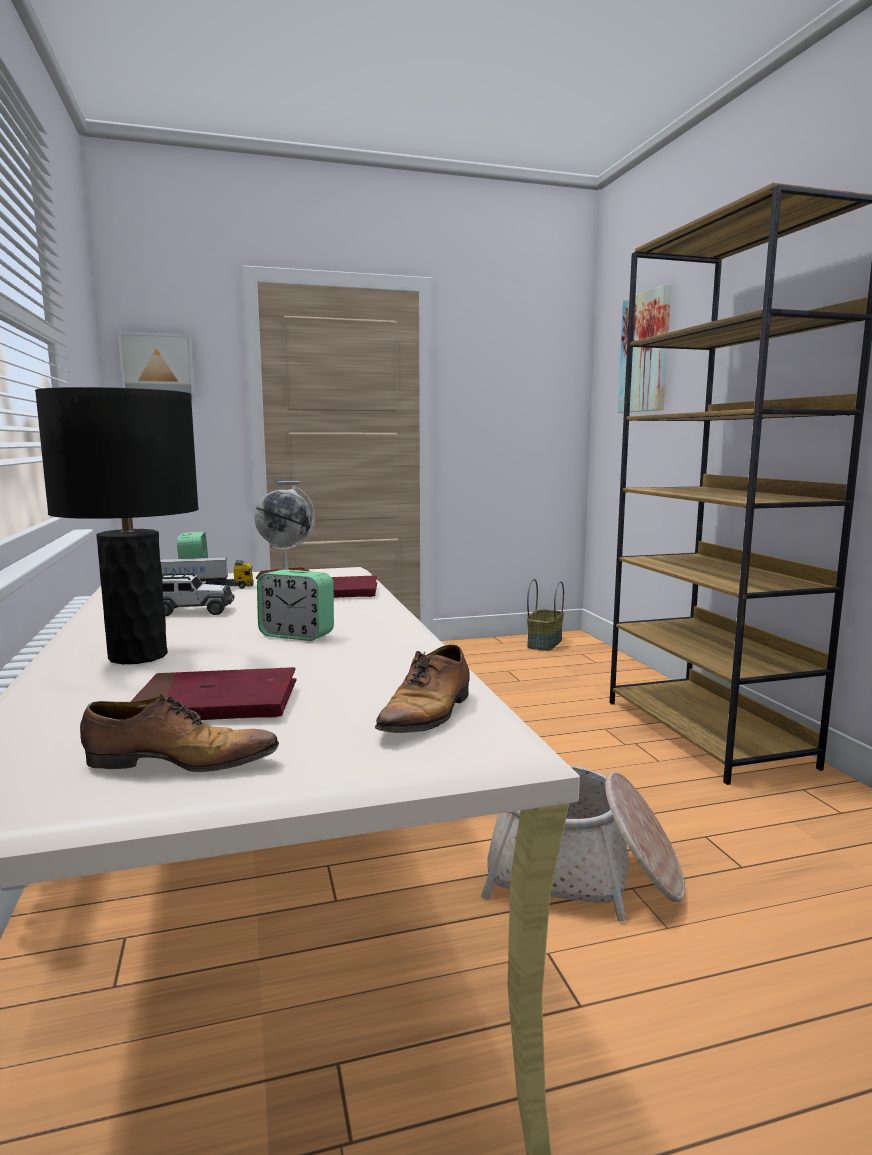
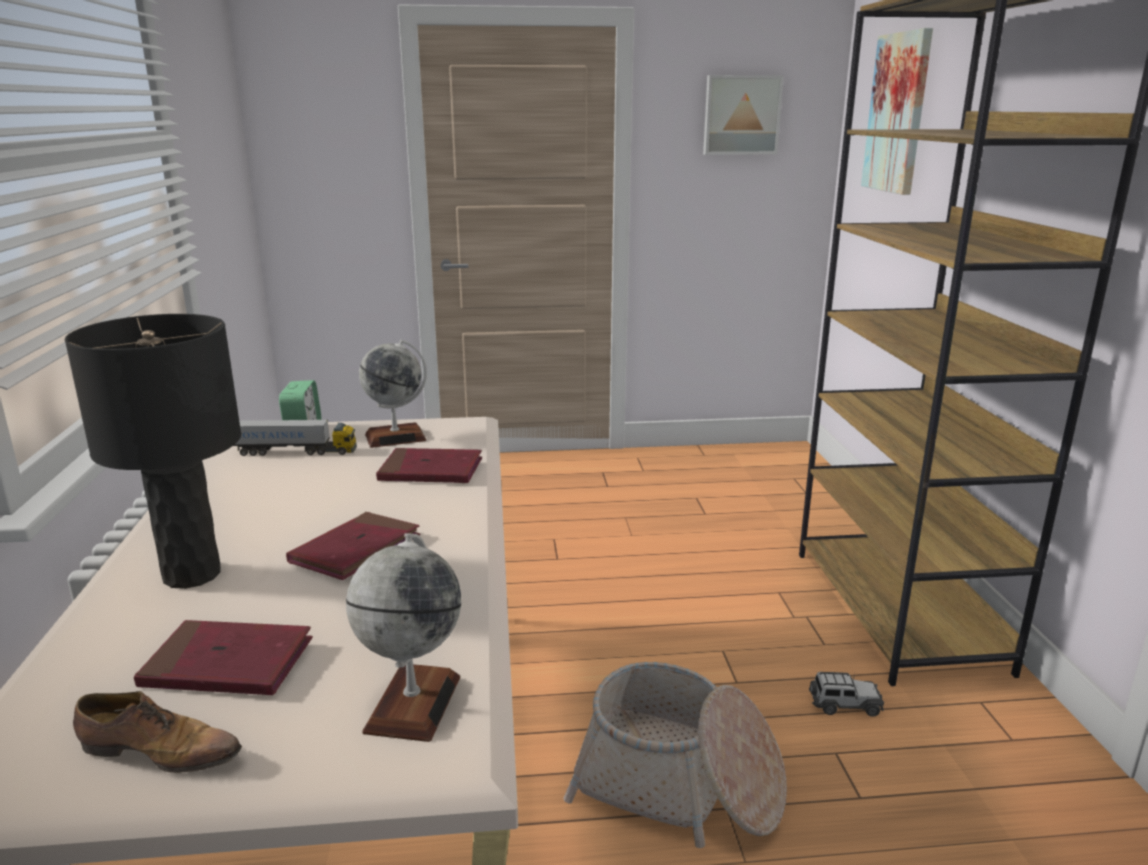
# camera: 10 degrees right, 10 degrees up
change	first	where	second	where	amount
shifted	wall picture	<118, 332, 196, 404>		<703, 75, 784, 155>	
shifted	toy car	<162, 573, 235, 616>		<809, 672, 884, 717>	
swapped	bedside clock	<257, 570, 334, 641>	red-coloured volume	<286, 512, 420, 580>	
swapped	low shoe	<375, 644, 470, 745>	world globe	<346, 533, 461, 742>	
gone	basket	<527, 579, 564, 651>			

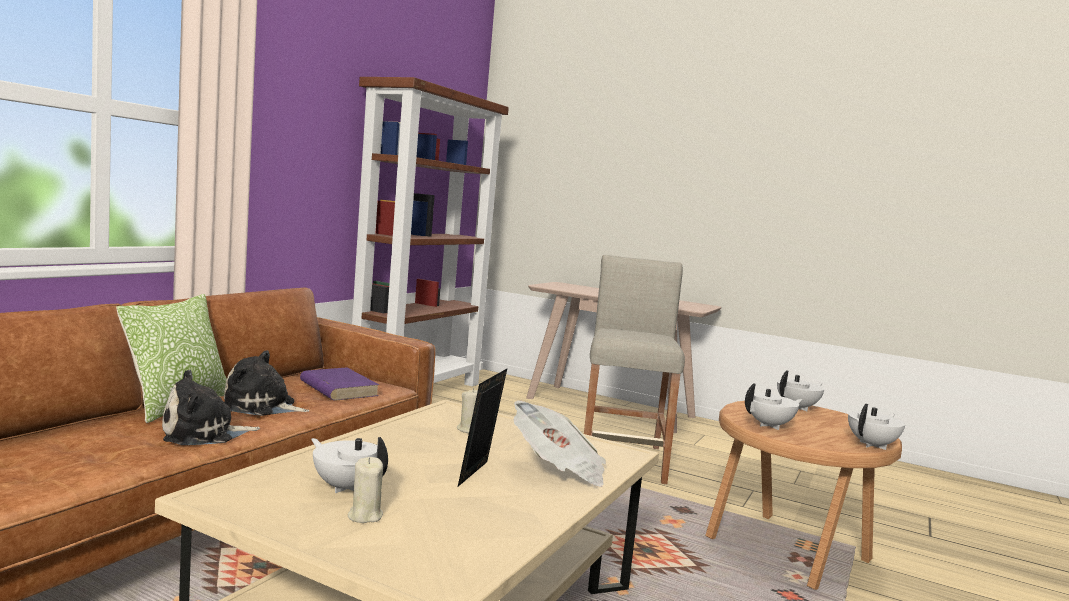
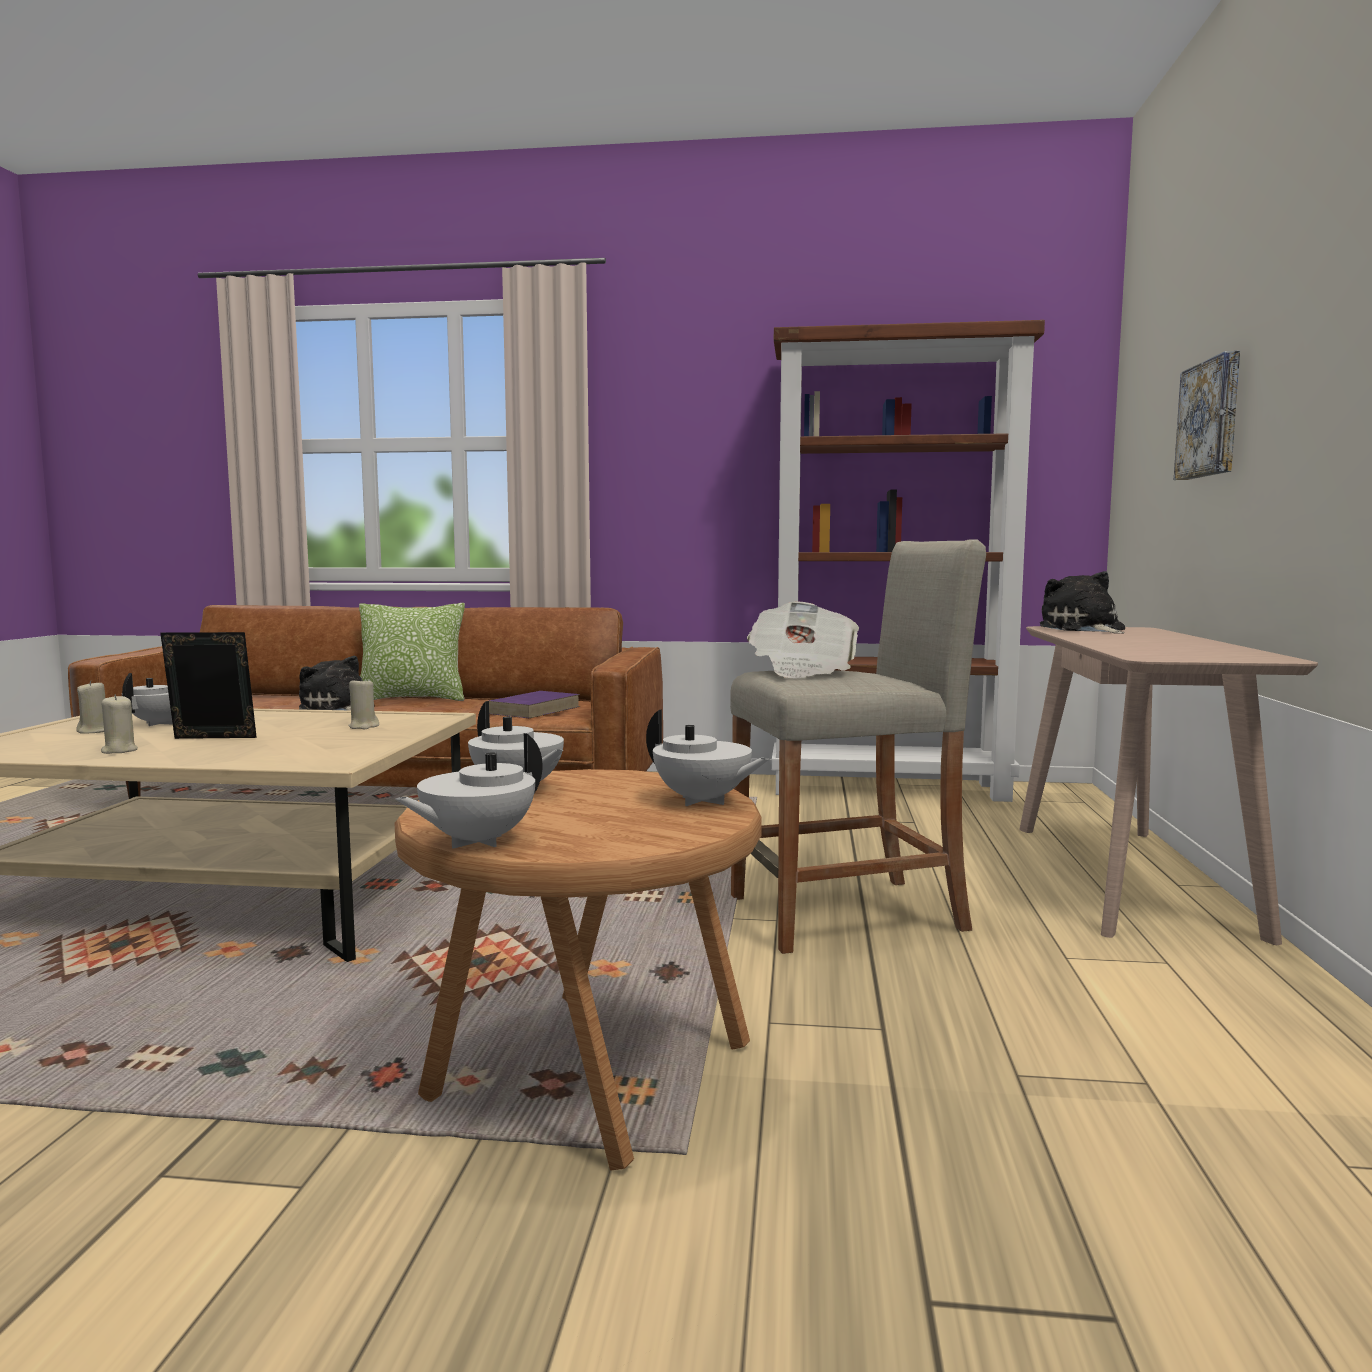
# camera: 70 degrees right, 0 degrees up
change	first	where	second	where	amount
shifted	soft toy	<224, 350, 310, 416>		<1040, 571, 1125, 634>	
shifted	daily paper	<513, 400, 606, 487>		<747, 601, 859, 678>	
rotated	white tea pot	<848, 404, 905, 450>		<395, 733, 543, 849>	105 degrees clockwise
new			beige-coloured wax light	<101, 694, 138, 754>	
new			wall picture	<1174, 351, 1240, 480>	

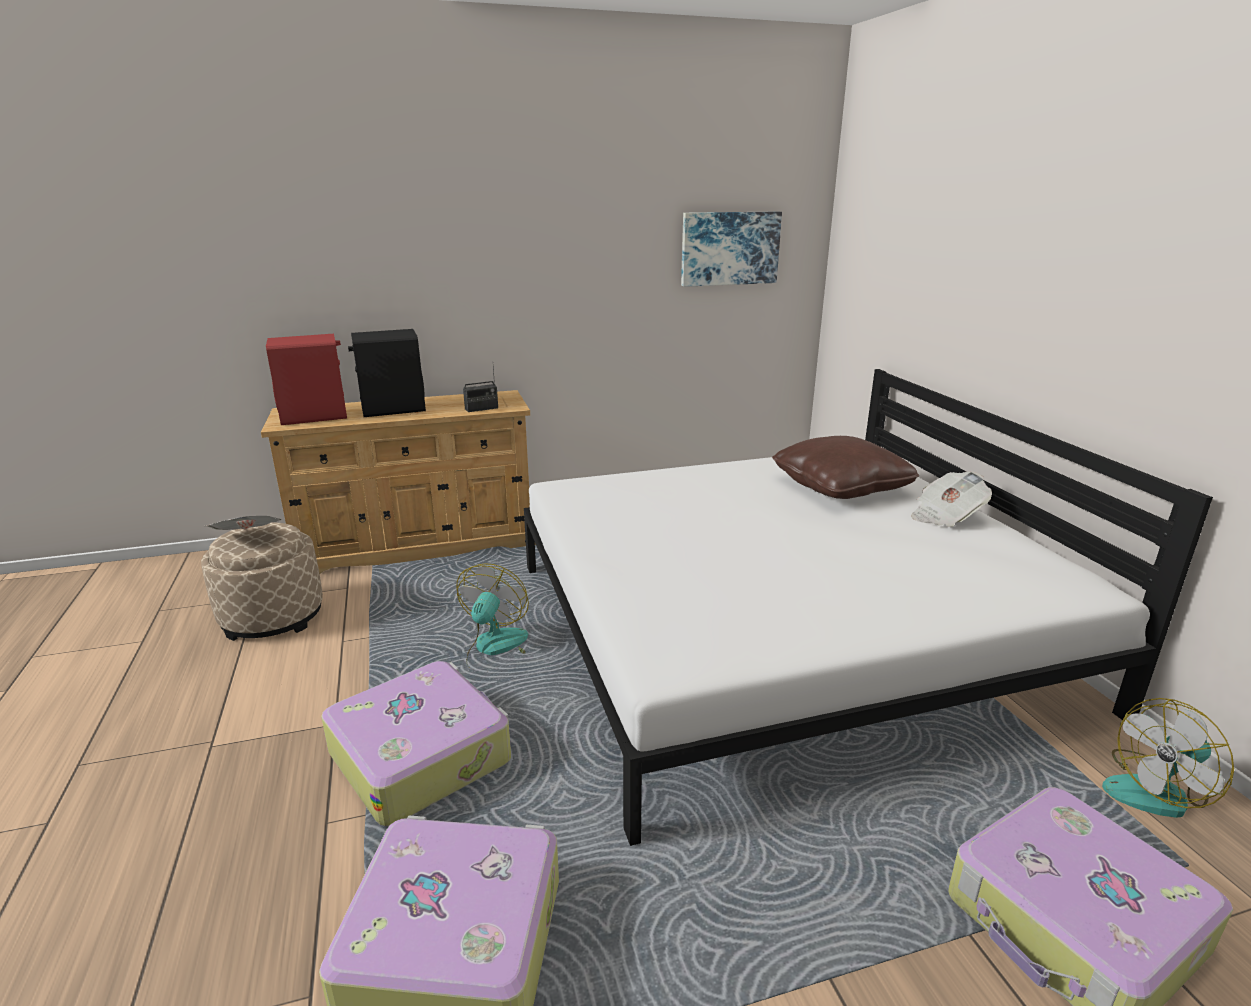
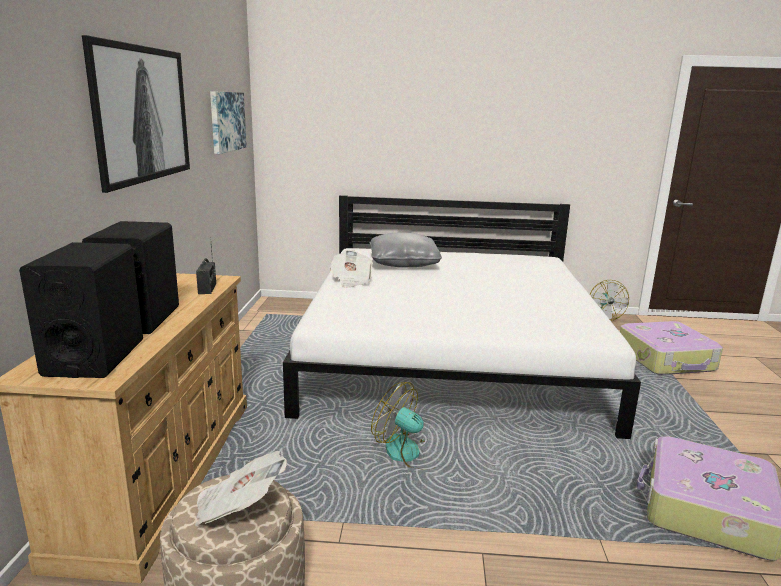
# camera: 70 degrees left, 5 degrees down
change	first	where	second	where	amount
repainted	red-coloured audio speaker	<266, 334, 347, 425>	black-coloured audio speaker	<19, 242, 143, 378>	
gone	piece of luggage	<321, 661, 511, 826>			
repainted	brown throw pillow	<772, 436, 919, 499>	greyish throw pillow	<370, 232, 442, 268>	
shifted	daily paper	<911, 472, 992, 527>		<330, 250, 373, 288>	
new			wall picture	<82, 35, 190, 193>	

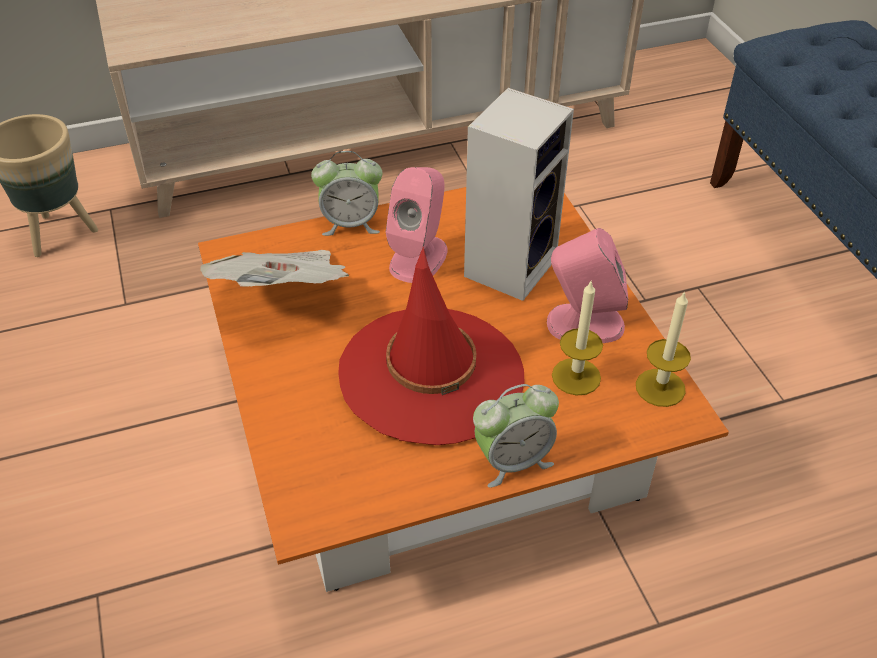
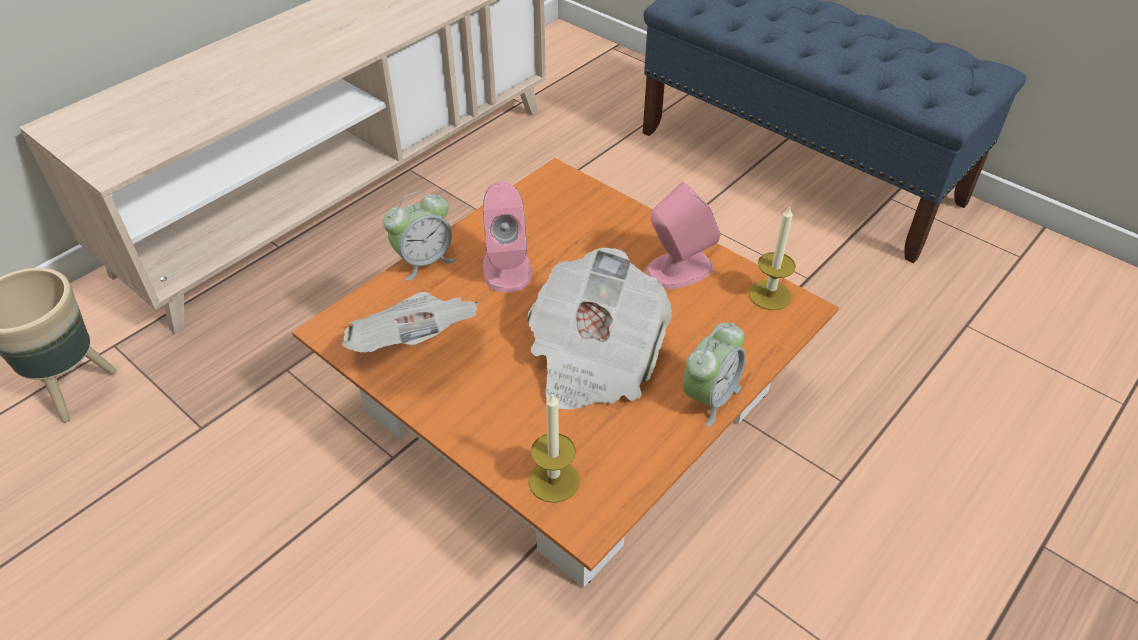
# camera: 30 degrees left, 0 degrees up
change	first	where	second	where	amount
swapped	red-coloured hat	<338, 247, 525, 445>	daily paper	<527, 248, 672, 409>	
gone	audio speaker	<464, 88, 574, 301>			
shifted	wax light	<552, 280, 603, 396>		<528, 393, 580, 503>	

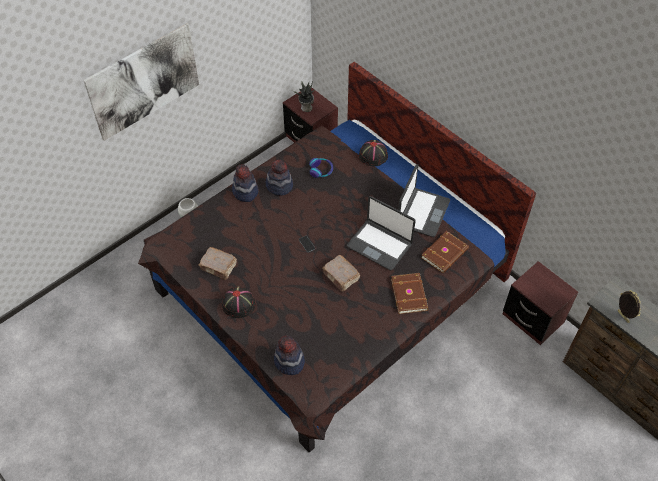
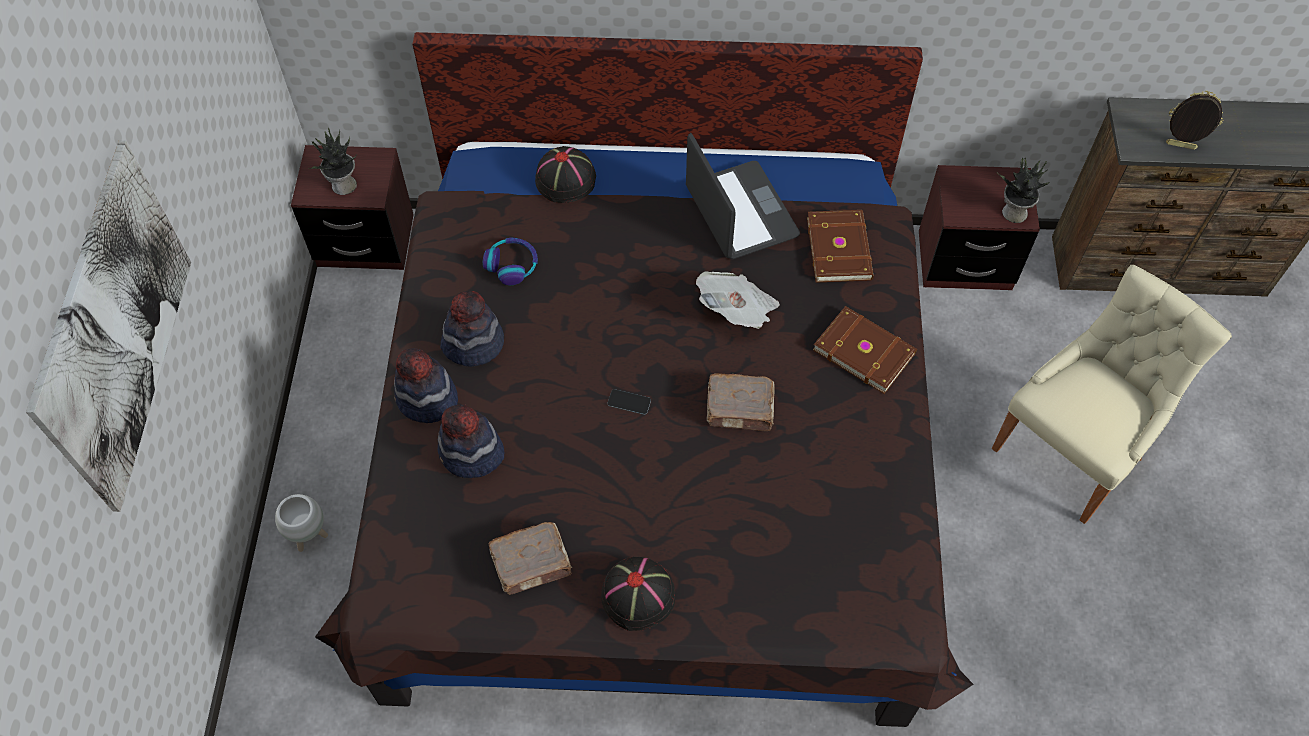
# camera: 45 degrees left, 5 degrees up
change	first	where	second	where	amount
shifted	hat	<274, 335, 305, 375>		<438, 404, 504, 478>	
swapped	portable computer	<347, 196, 416, 270>	daily paper	<696, 272, 780, 329>	
new			beige-coloured plain chair	<992, 265, 1232, 524>	
new			houseplant	<997, 157, 1052, 223>	

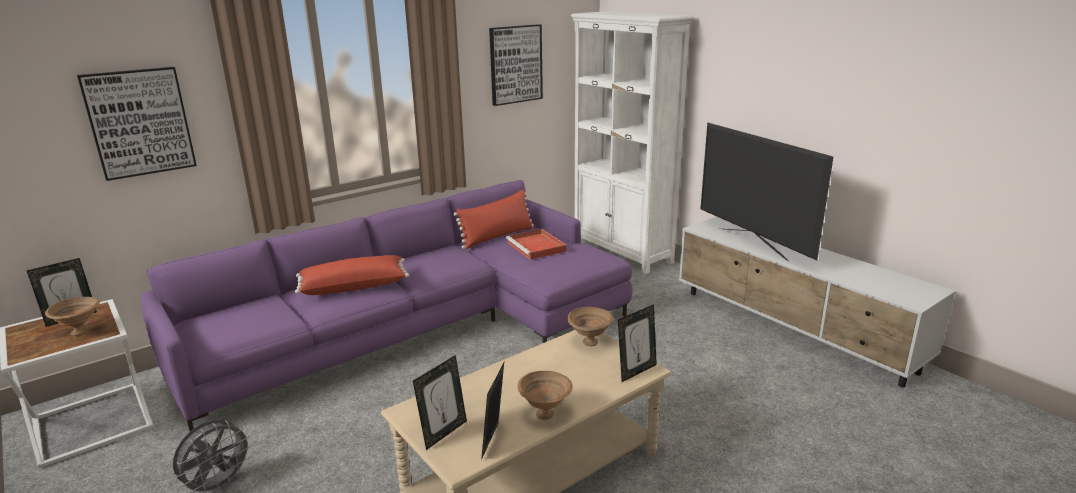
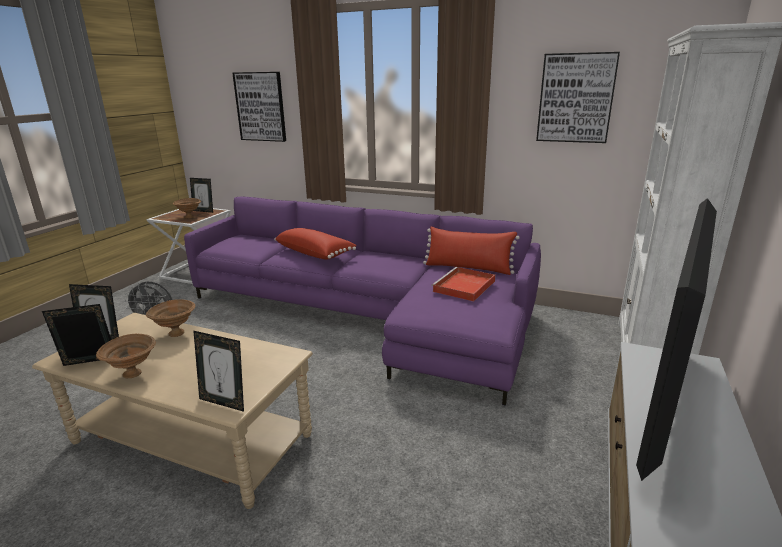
# camera: 60 degrees right, 0 degrees up
change	first	where	second	where	amount
shifted	brown deep dish	<567, 307, 614, 346>		<146, 299, 195, 337>	

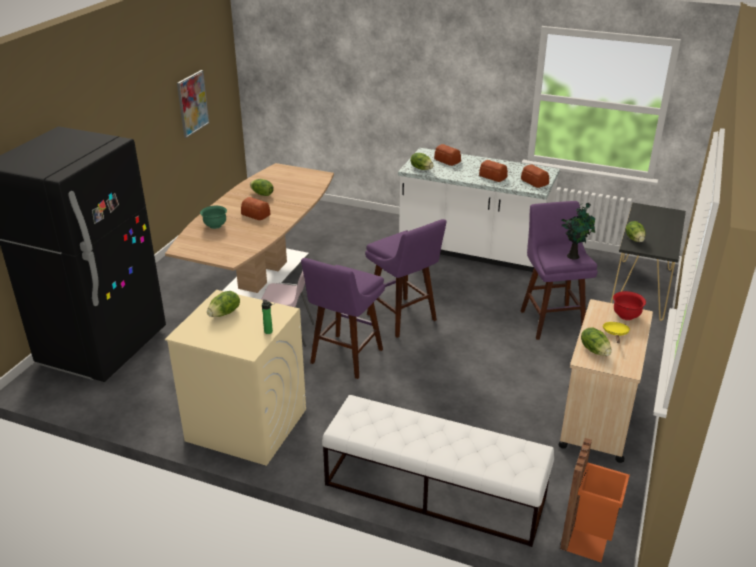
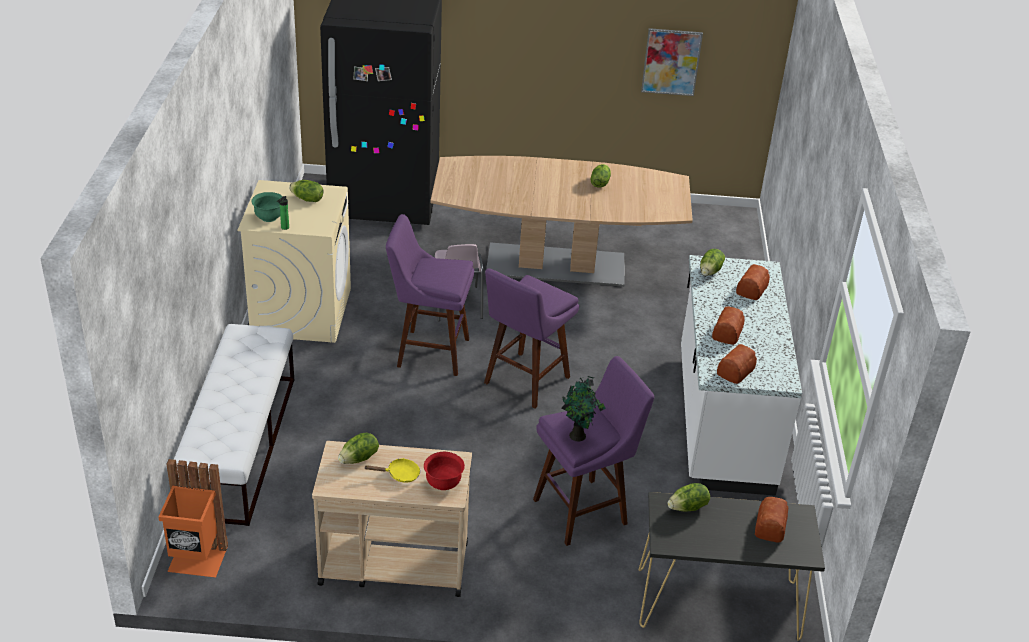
# camera: 70 degrees right, 5 degrees up
change	first	where	second	where	amount
shifted	green-coloured deep dish	<200, 206, 227, 229>		<251, 192, 283, 222>	
shifted	bread	<241, 197, 270, 220>		<755, 497, 788, 542>	

